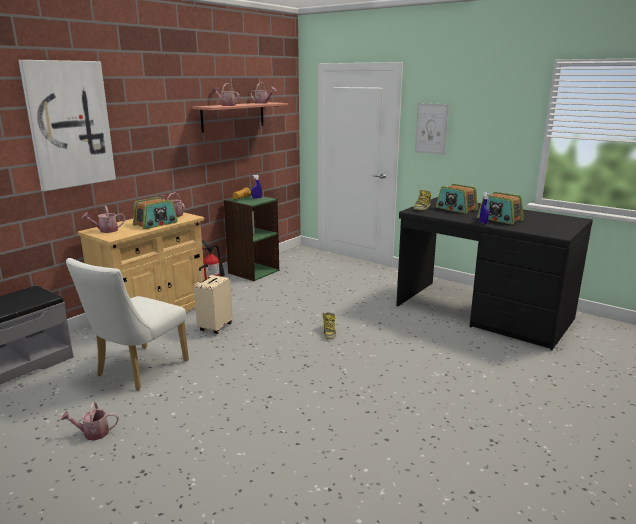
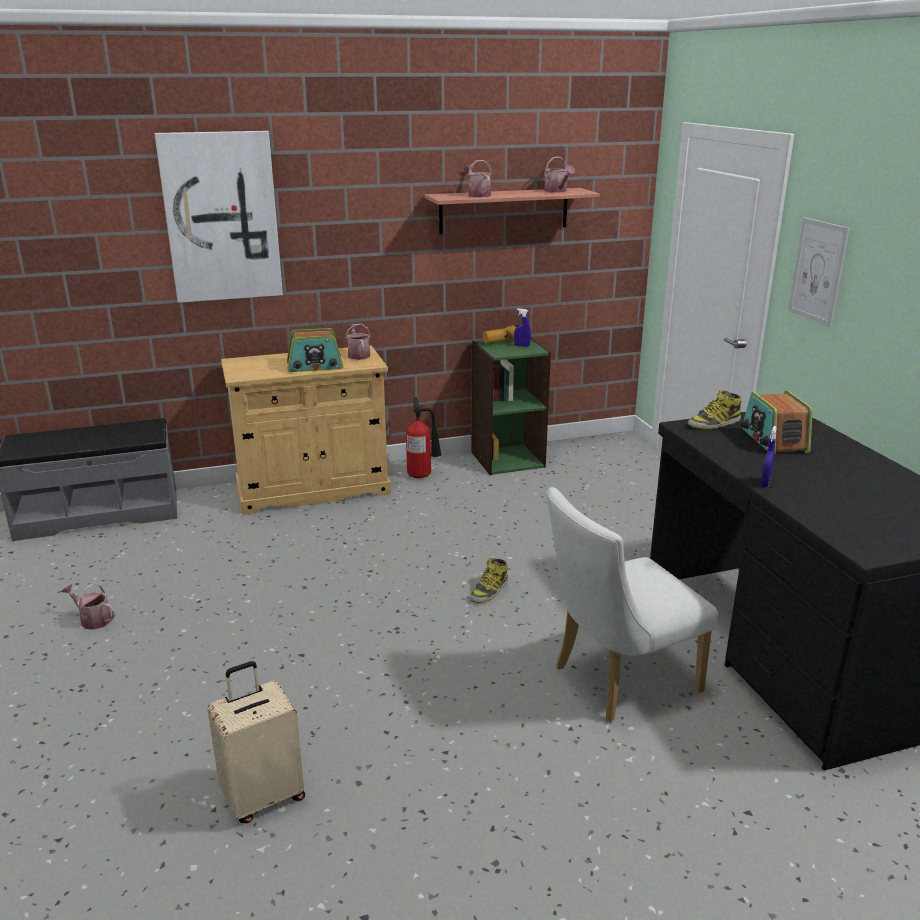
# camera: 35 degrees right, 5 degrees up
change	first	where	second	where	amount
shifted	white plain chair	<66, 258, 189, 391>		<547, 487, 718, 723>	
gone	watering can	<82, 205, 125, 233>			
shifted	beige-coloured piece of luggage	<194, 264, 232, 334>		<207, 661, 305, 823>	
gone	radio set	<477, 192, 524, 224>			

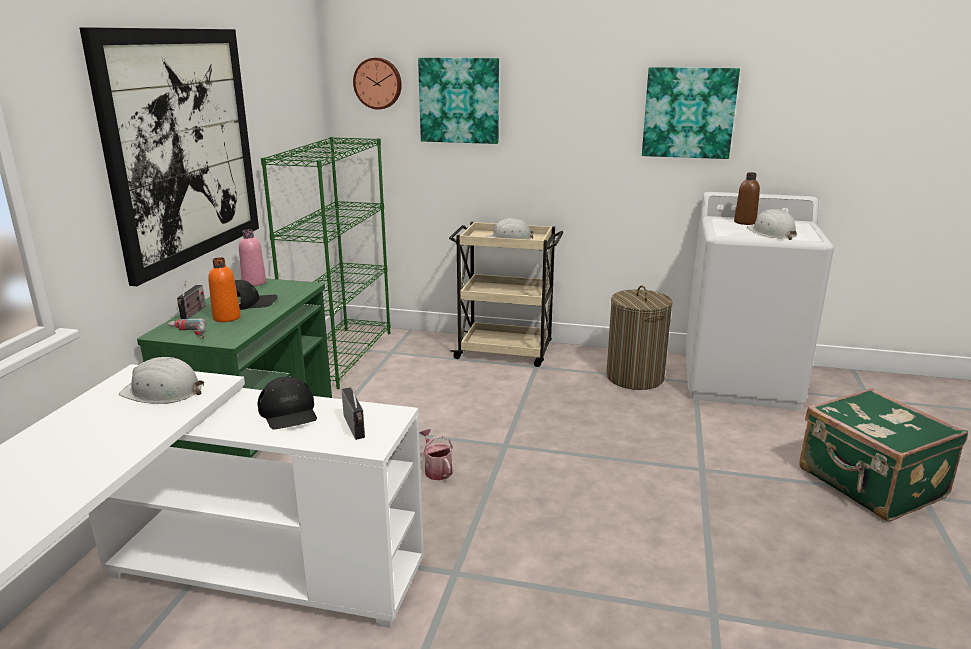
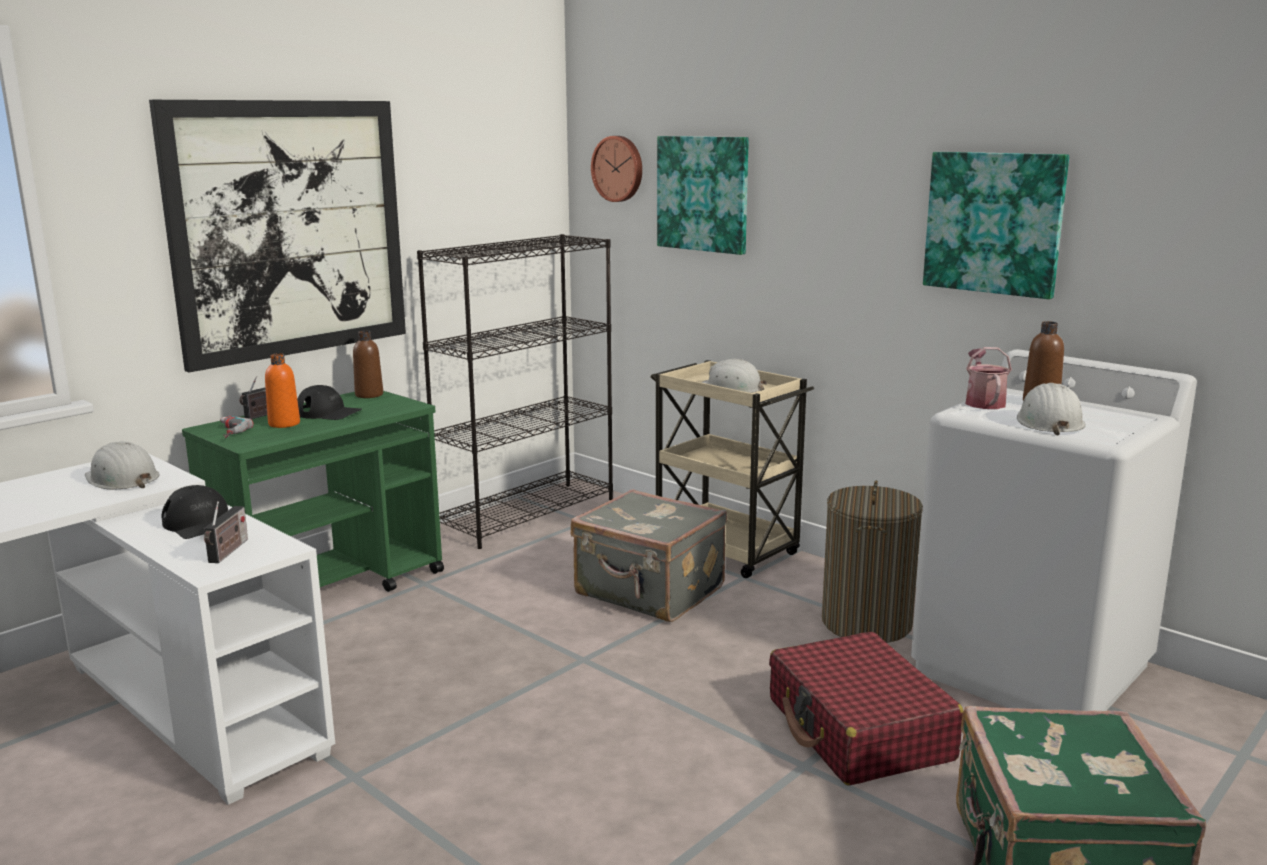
# camera: 30 degrees right, 5 degrees down
change	first	where	second	where	amount
repainted	pink-coloured beverage bottle	<239, 229, 266, 286>	brown beverage bottle	<353, 331, 383, 398>	
rotated	black-coloured cap	<258, 377, 317, 429>		<161, 485, 228, 539>	45 degrees counterclockwise
repainted	green-coloured shelving unit	<261, 137, 390, 389>	black-coloured shelving unit	<417, 234, 613, 549>	
shifted	watering can	<419, 429, 453, 480>		<966, 347, 1012, 409>	
new			greyish piece of luggage	<571, 489, 727, 622>	
new			red-coloured piece of luggage	<769, 632, 964, 786>	

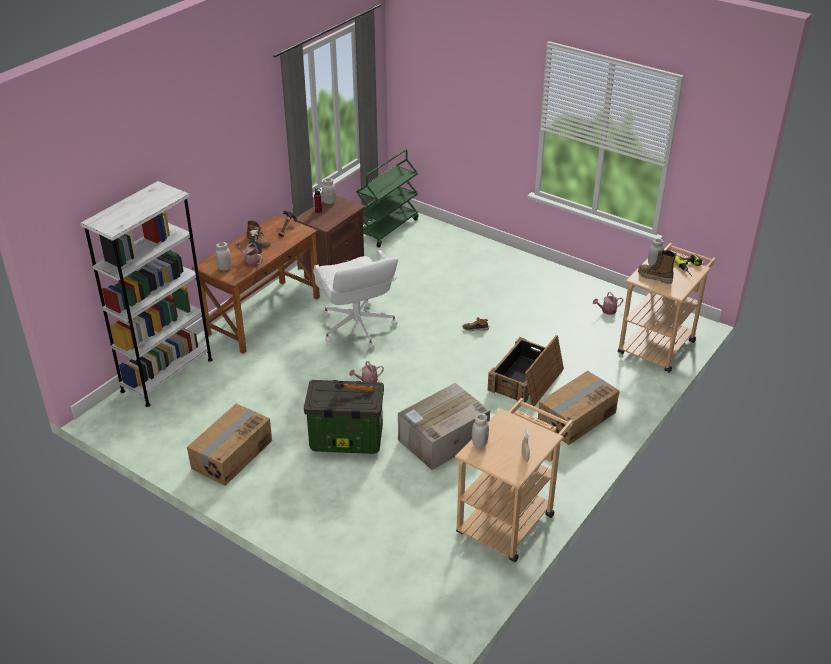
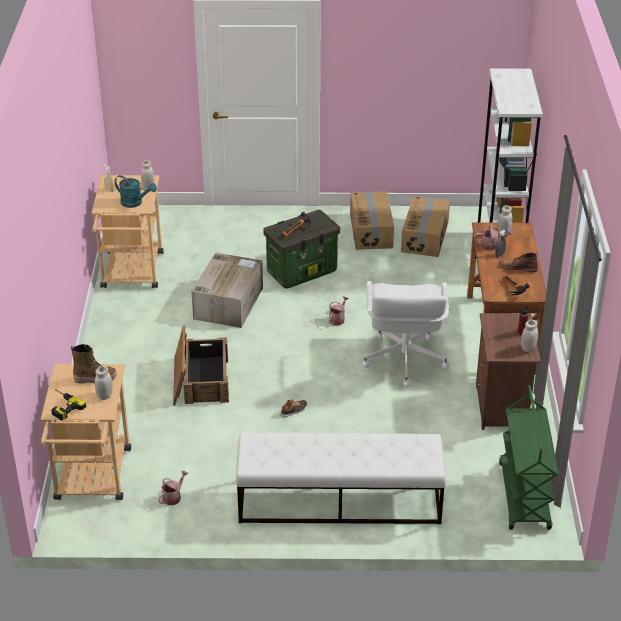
# camera: 145 degrees right, 0 degrees up
change	first	where	second	where	amount
rotated	white office chair	<313, 250, 398, 348>		<362, 281, 450, 387>	120 degrees counterclockwise
shifted	packing box	<538, 371, 619, 445>		<401, 196, 450, 257>	
new			turquoise watering can	<115, 175, 157, 208>	
new			white indoor bench	<235, 433, 446, 524>	

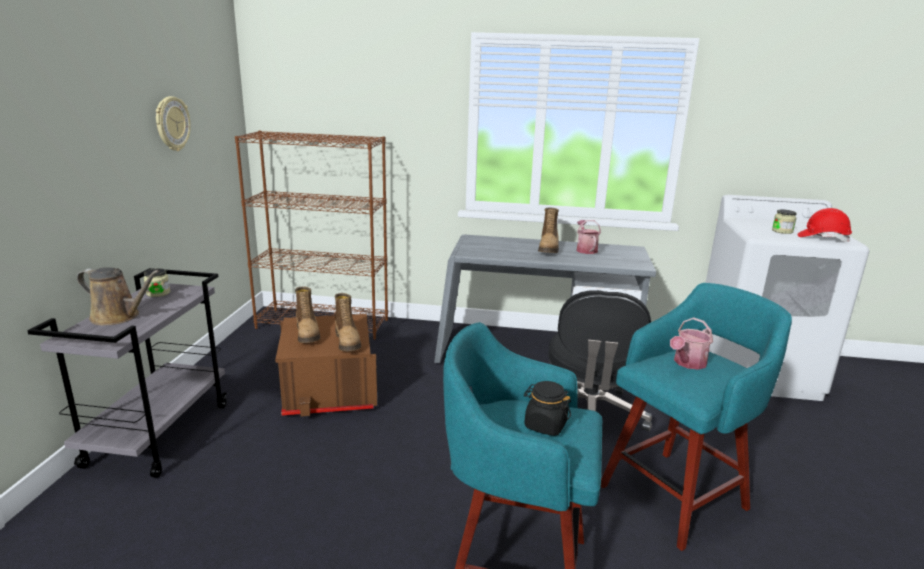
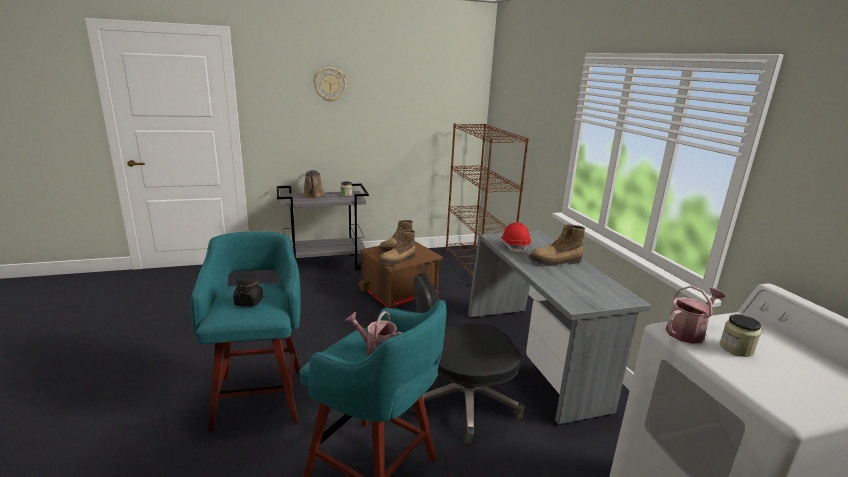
# camera: 65 degrees right, 0 degrees up
change	first	where	second	where	amount
shifted	hanging clock	<156, 96, 191, 151>		<313, 67, 347, 102>	
shifted	watering can	<577, 220, 601, 254>		<665, 286, 725, 344>	
shifted	red-coloured hard hat	<797, 208, 852, 242>		<501, 222, 531, 254>	

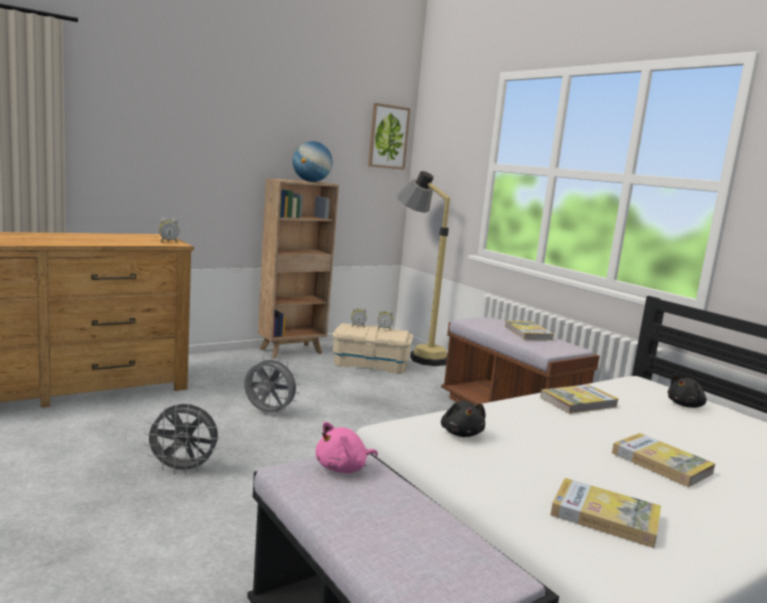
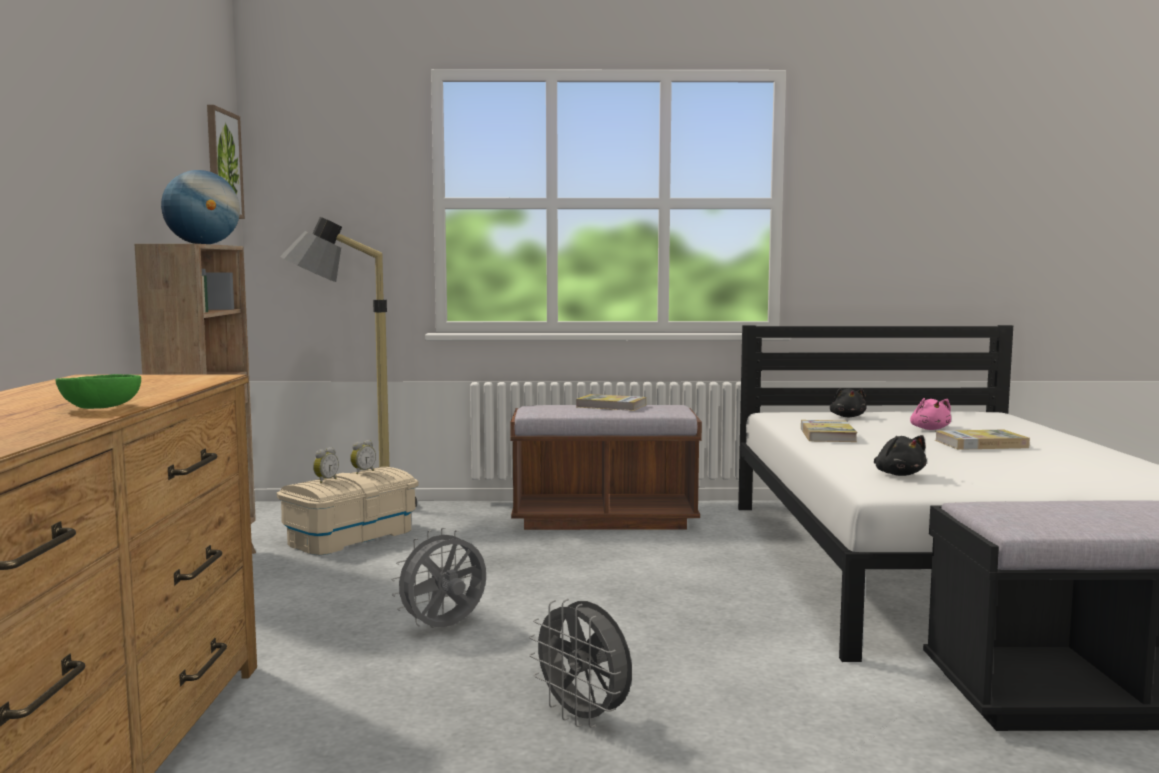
# camera: 55 degrees left, 5 degrees down
change	first	where	second	where	amount
rotated	greyish fan	<144, 404, 219, 475>		<529, 599, 632, 728>	105 degrees clockwise
gone	bedside clock	<159, 218, 179, 242>			
shifted	pink-coloured soft toy	<315, 422, 378, 473>		<910, 398, 951, 430>	
rotated	black-coloured soft toy	<441, 401, 486, 437>		<874, 435, 927, 476>	45 degrees clockwise
gone	volume	<550, 478, 661, 548>			
new			green-coloured deep dish	<56, 374, 141, 409>	

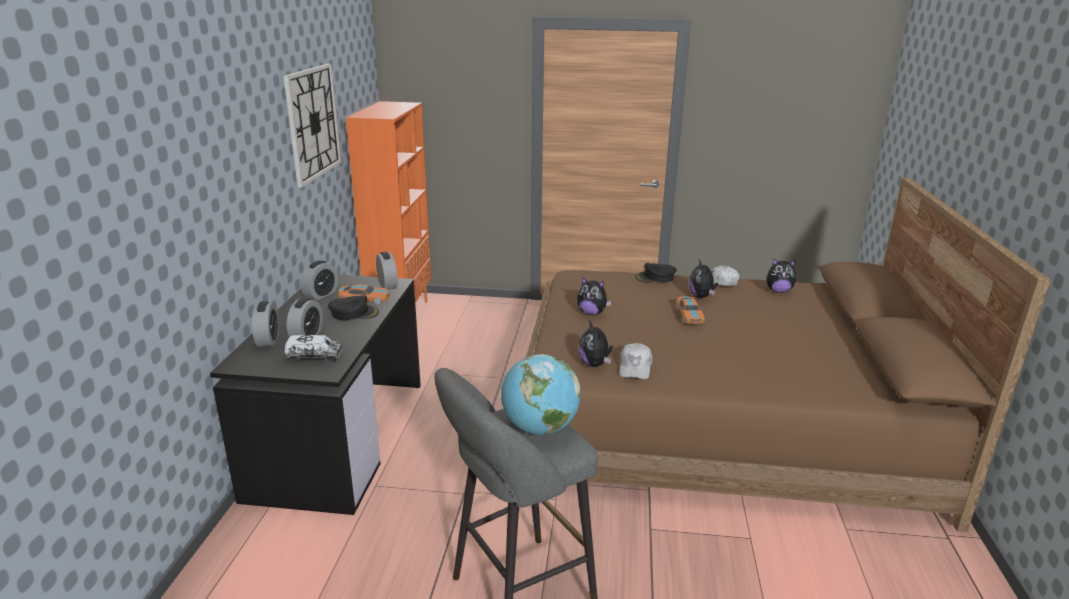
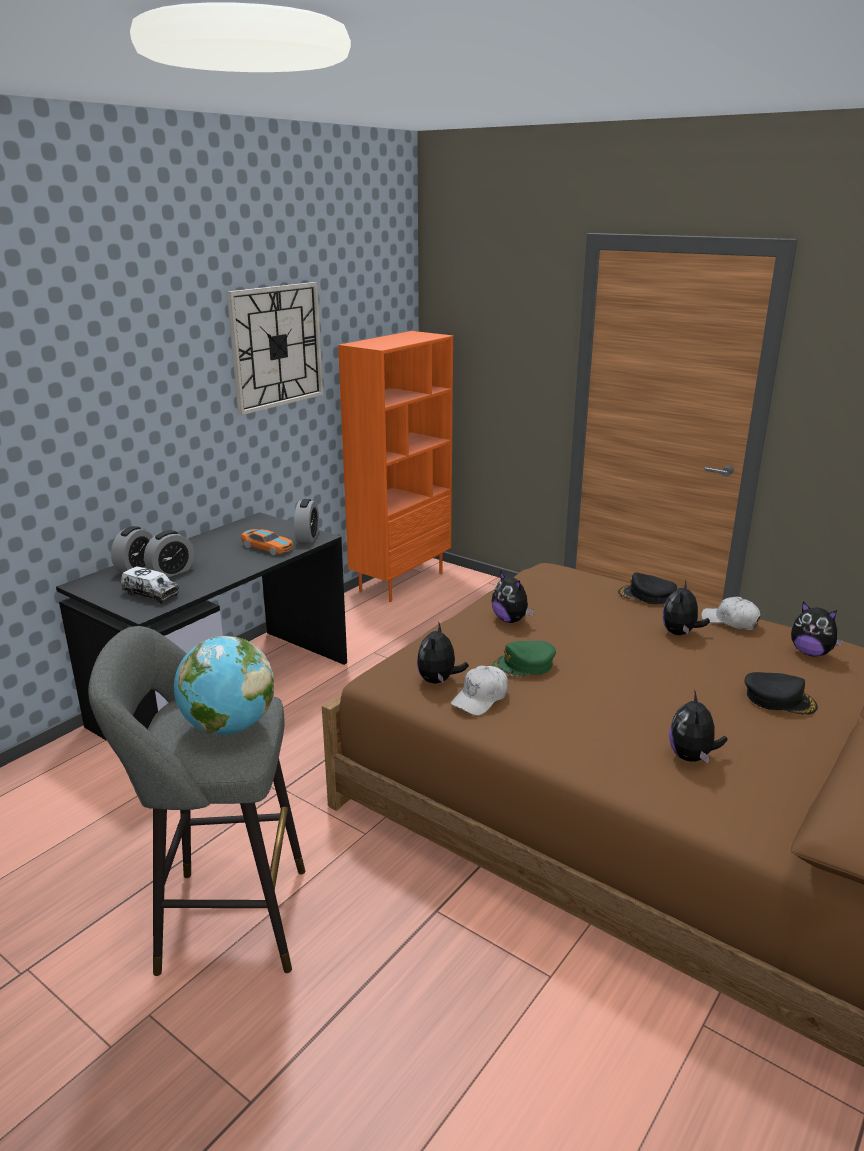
# camera: 30 degrees right, 0 degrees up
change	first	where	second	where	amount
gone	bedside clock	<300, 260, 338, 300>			
shifted	black-coloured cap	<328, 295, 379, 321>		<744, 672, 818, 715>	
gone	toy car	<676, 296, 705, 324>			
new			green-coloured cap	<492, 641, 556, 678>	
new			soft toy	<669, 690, 727, 763>	

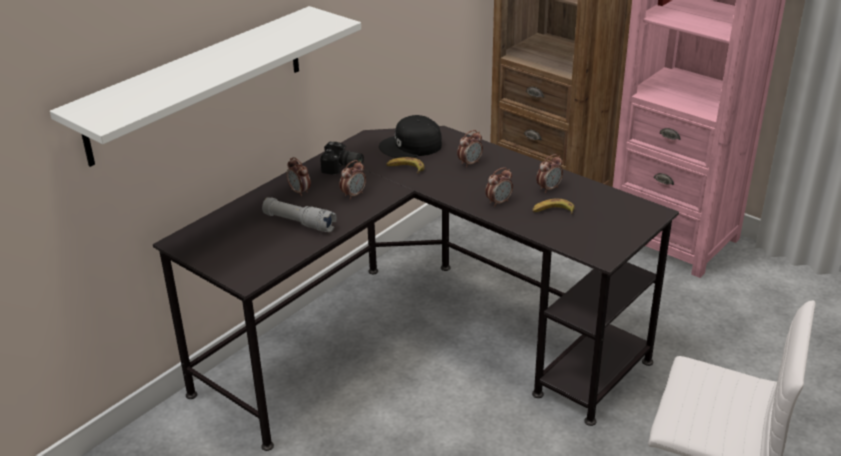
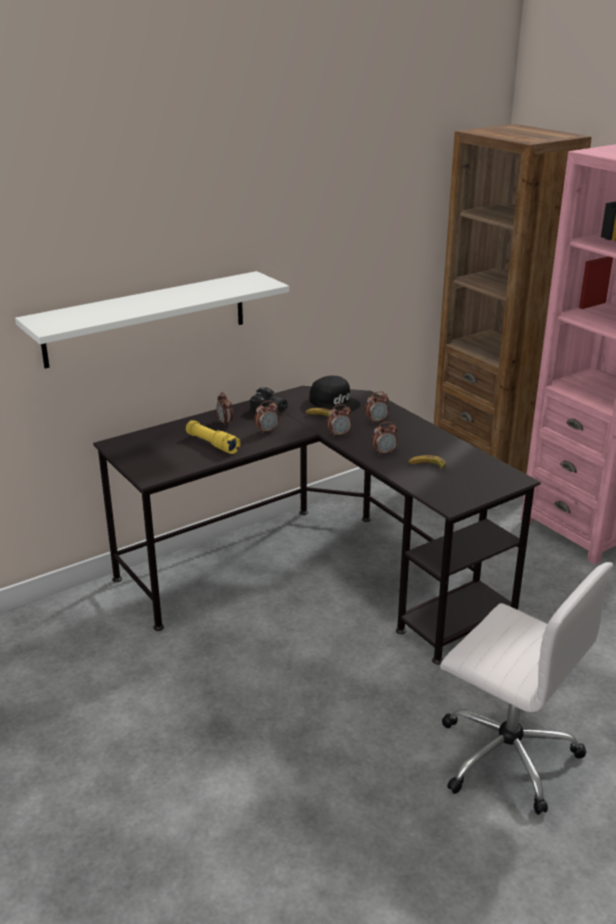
# camera: 15 degrees right, 5 degrees down
change	first	where	second	where	amount
repainted	greyish flashlight	<262, 197, 336, 232>	yellow flashlight	<186, 420, 241, 454>	
rotated	black-coloured cap	<379, 115, 442, 158>		<309, 376, 360, 411>	135 degrees counterclockwise
shifted	bedside clock	<536, 154, 563, 193>		<327, 404, 352, 437>	

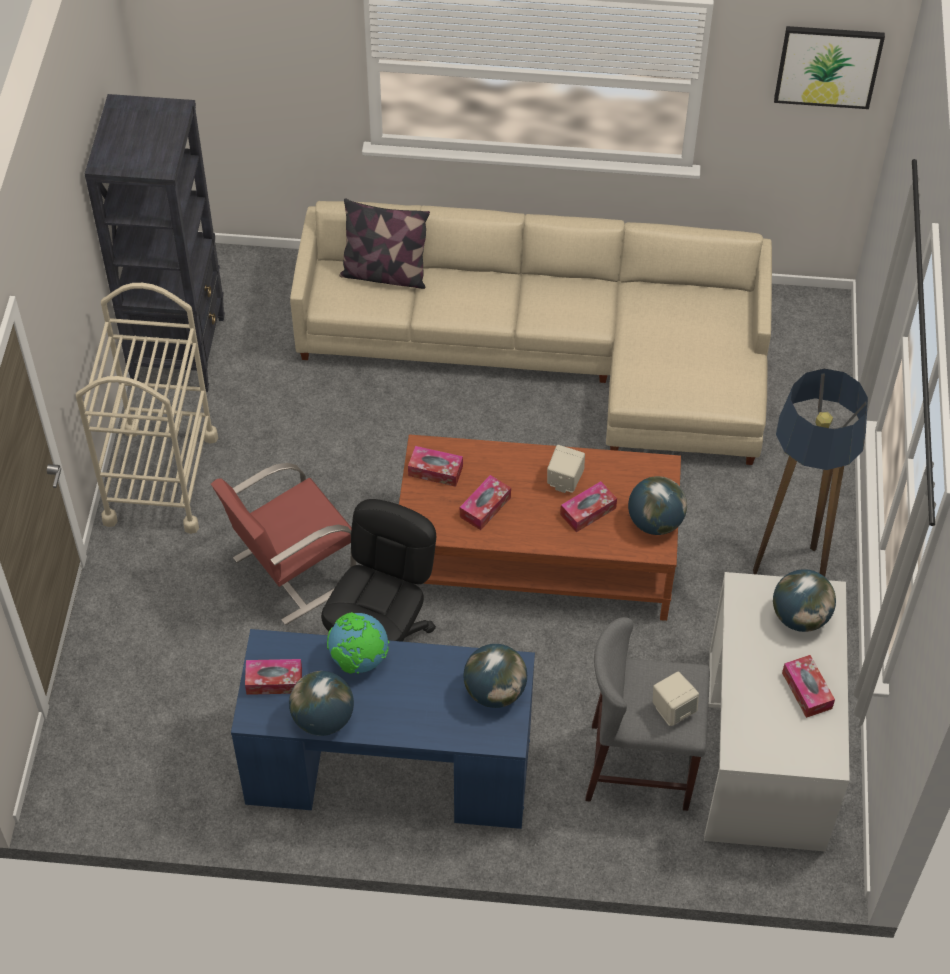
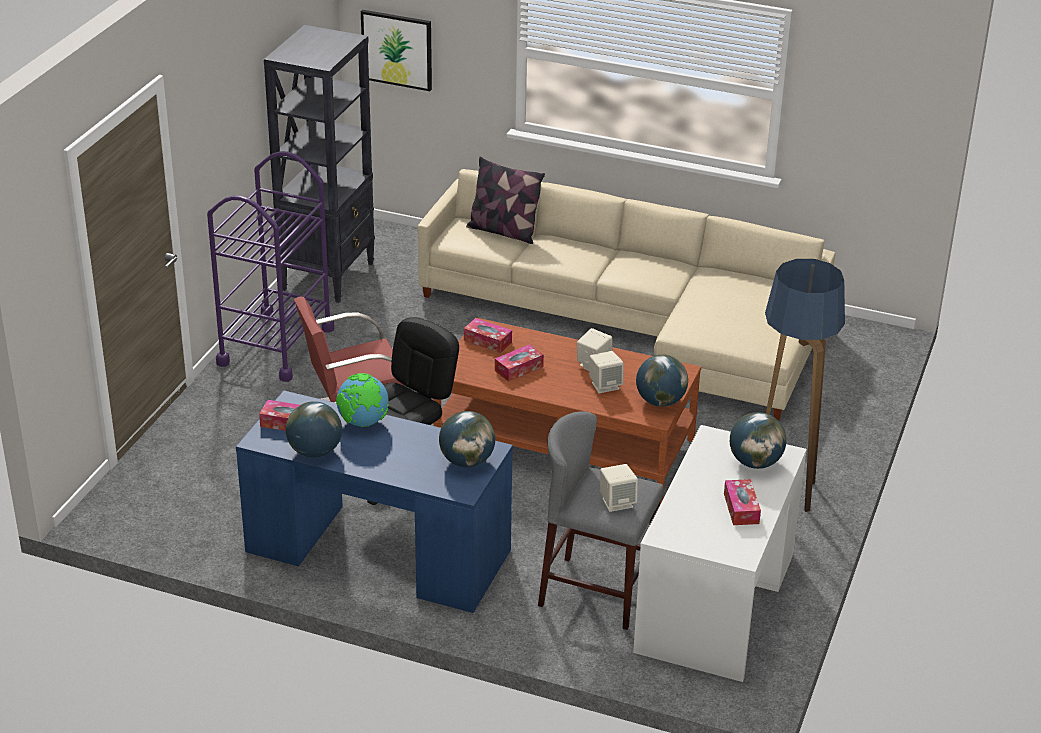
# camera: 15 degrees right, 20 degrees down
change	first	where	second	where	amount
repainted	beige-coloured wheeled cart	<76, 283, 218, 534>	purplish wheeled cart	<207, 151, 335, 382>	
swapped	tissue box	<560, 481, 617, 532>	beige-coloured audio speaker	<589, 351, 624, 393>	
shifted	wall picture	<774, 26, 885, 109>		<361, 10, 432, 91>	

